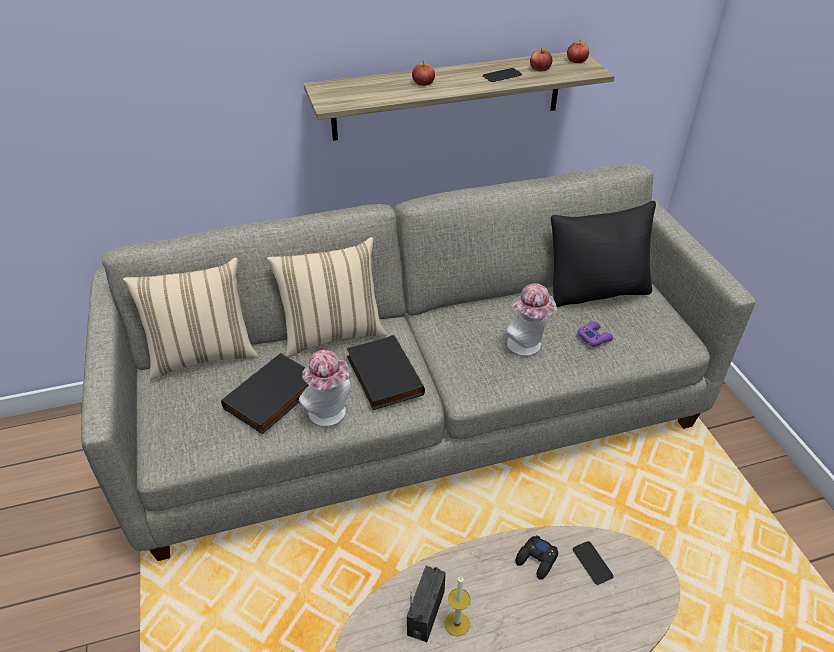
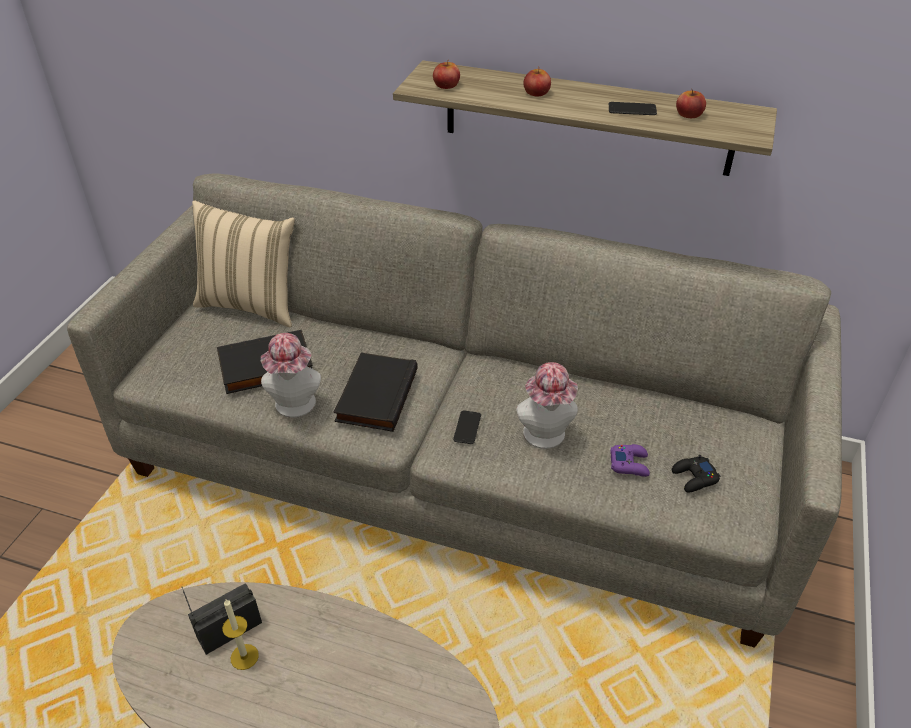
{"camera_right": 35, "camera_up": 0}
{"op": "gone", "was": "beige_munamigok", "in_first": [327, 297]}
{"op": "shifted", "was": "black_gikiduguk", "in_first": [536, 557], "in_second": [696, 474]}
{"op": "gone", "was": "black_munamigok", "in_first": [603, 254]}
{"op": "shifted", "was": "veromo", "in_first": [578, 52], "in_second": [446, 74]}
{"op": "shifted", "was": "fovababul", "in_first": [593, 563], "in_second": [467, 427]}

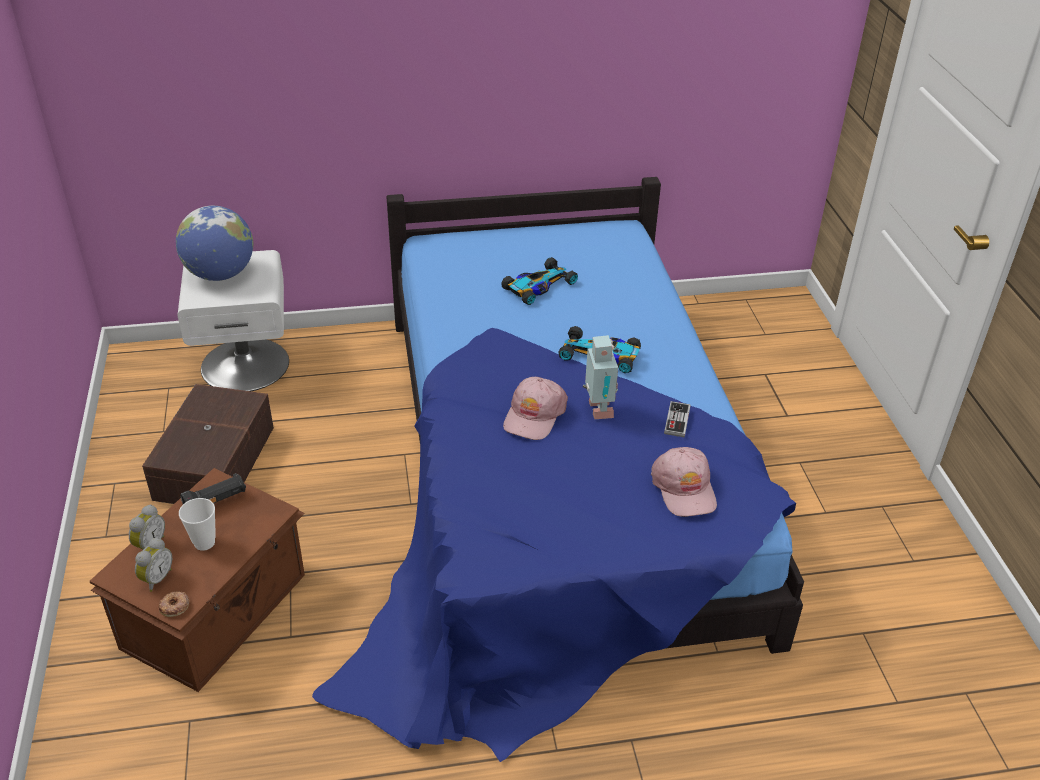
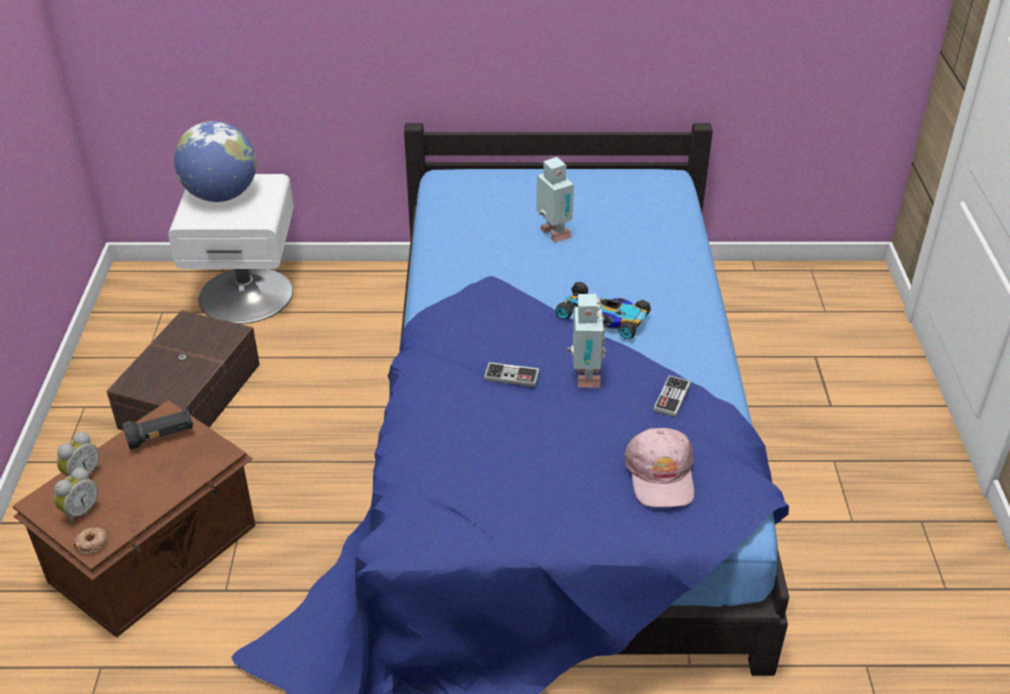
{"camera_right": 10, "camera_up": 0}
{"op": "gone", "was": "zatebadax", "in_first": [197, 524]}
{"op": "swapped", "was": "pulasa", "now": "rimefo", "in_first": [539, 281], "in_second": [555, 200]}
{"op": "swapped", "was": "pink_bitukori", "now": "gikiduguk", "in_first": [535, 408], "in_second": [512, 374]}

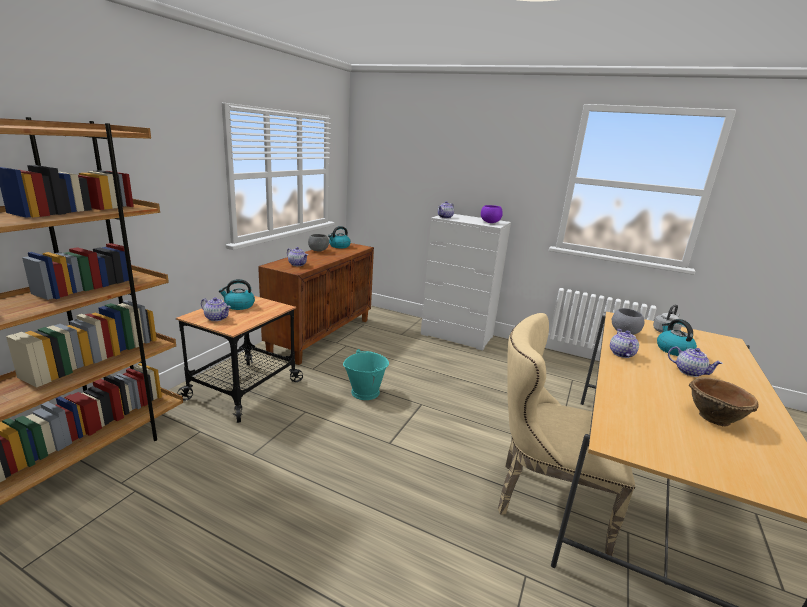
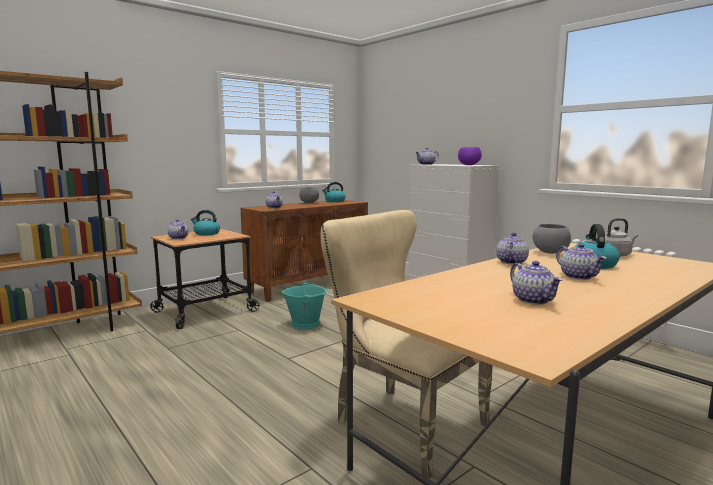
{"camera_right": 25, "camera_up": -10}
{"op": "swapped", "was": "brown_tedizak", "now": "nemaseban", "in_first": [724, 401], "in_second": [536, 283]}

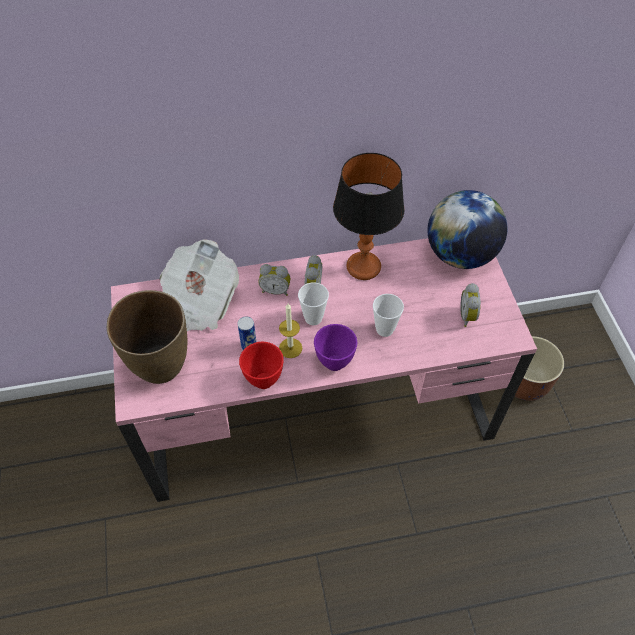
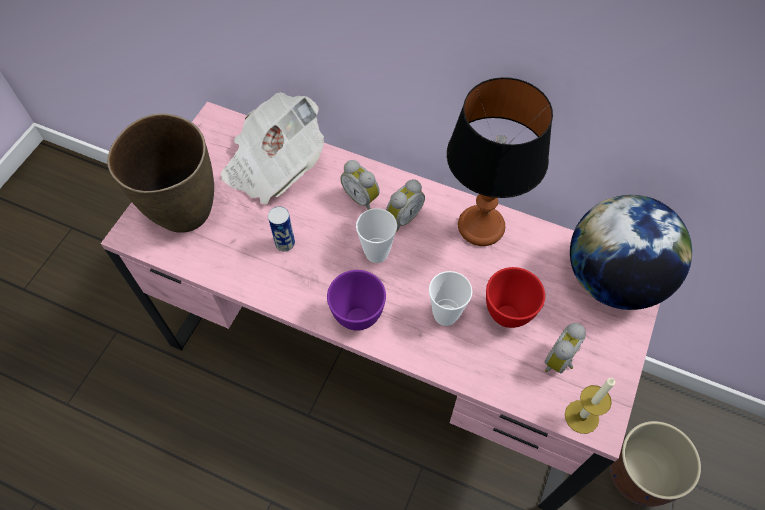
{"camera_right": 35, "camera_up": 5}
{"op": "shifted", "was": "red_tedizak", "in_first": [261, 365], "in_second": [515, 297]}
{"op": "shifted", "was": "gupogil", "in_first": [290, 331], "in_second": [590, 406]}

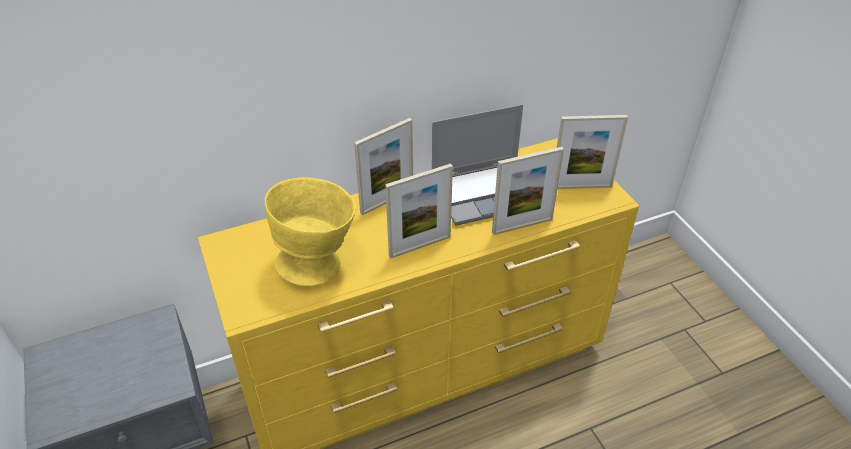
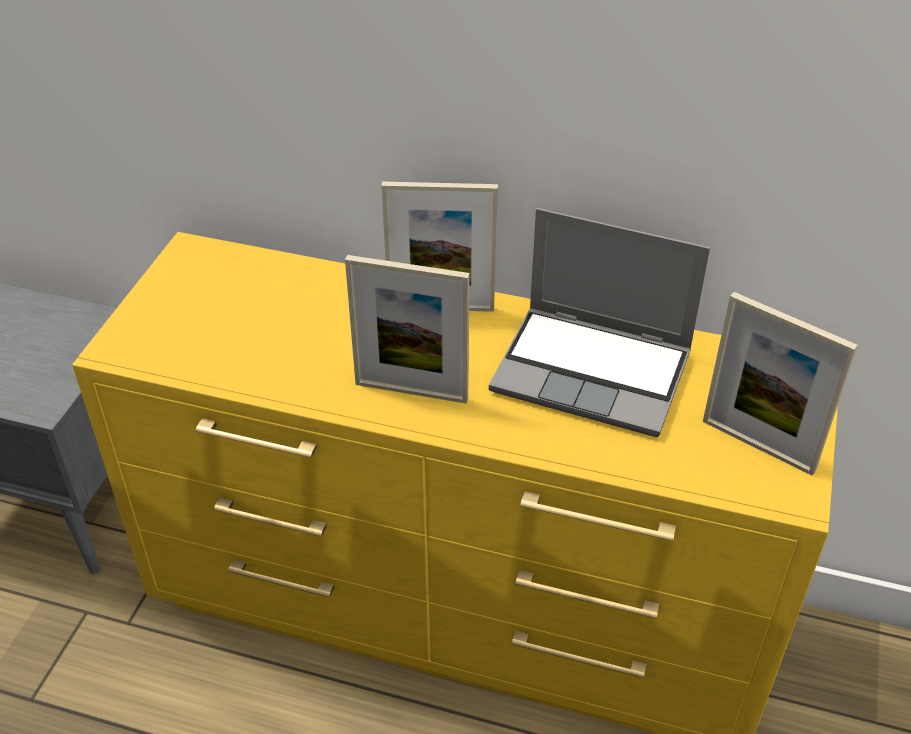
{"camera_right": 40, "camera_up": 0}
{"op": "gone", "was": "yellow_tedizak", "in_first": [310, 232]}
{"op": "gone", "was": "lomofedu", "in_first": [528, 191]}

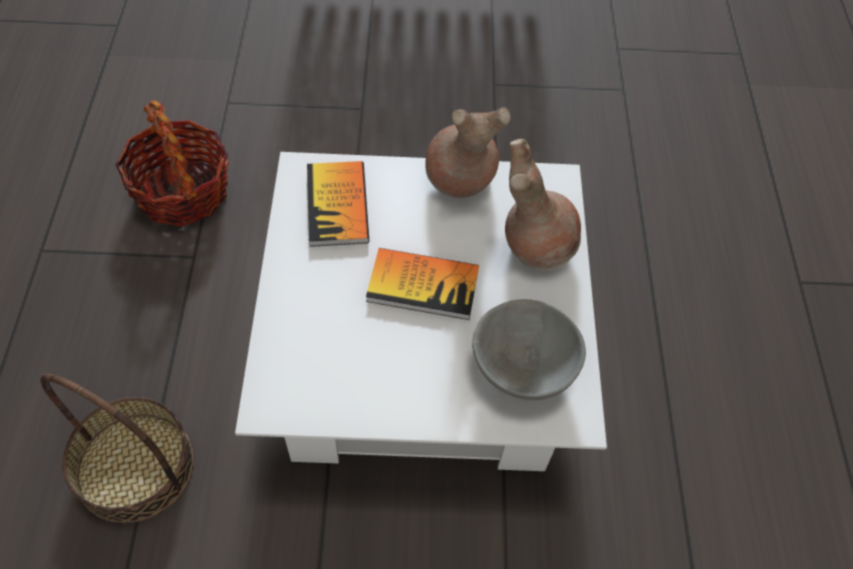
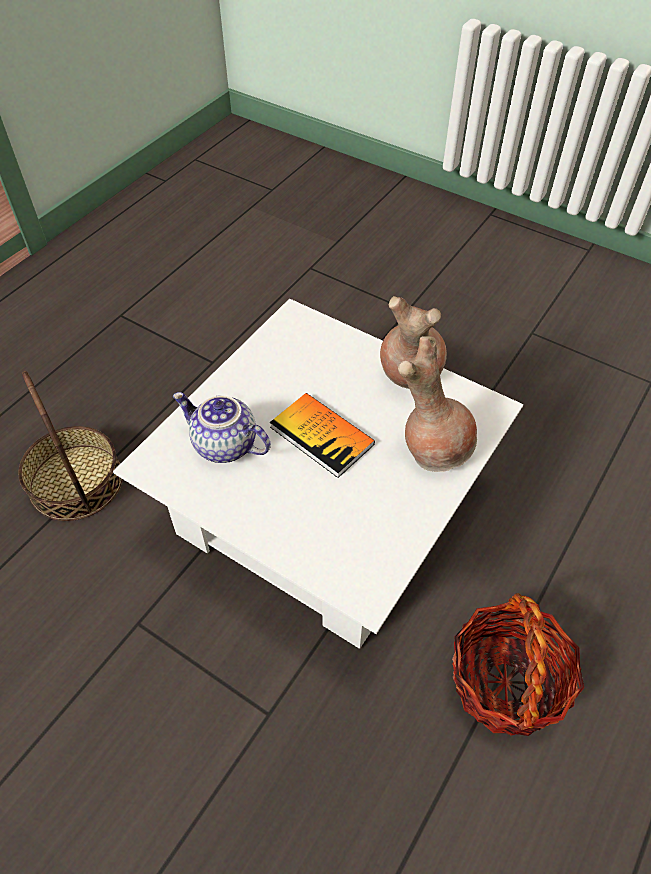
{"camera_right": 35, "camera_up": -5}
{"op": "shifted", "was": "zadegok", "in_first": [172, 163], "in_second": [518, 664]}
{"op": "gone", "was": "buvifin", "in_first": [338, 204]}
{"op": "gone", "was": "grey_tedizak", "in_first": [529, 349]}
{"op": "new", "now": "nemaseban", "in_second": [222, 427]}

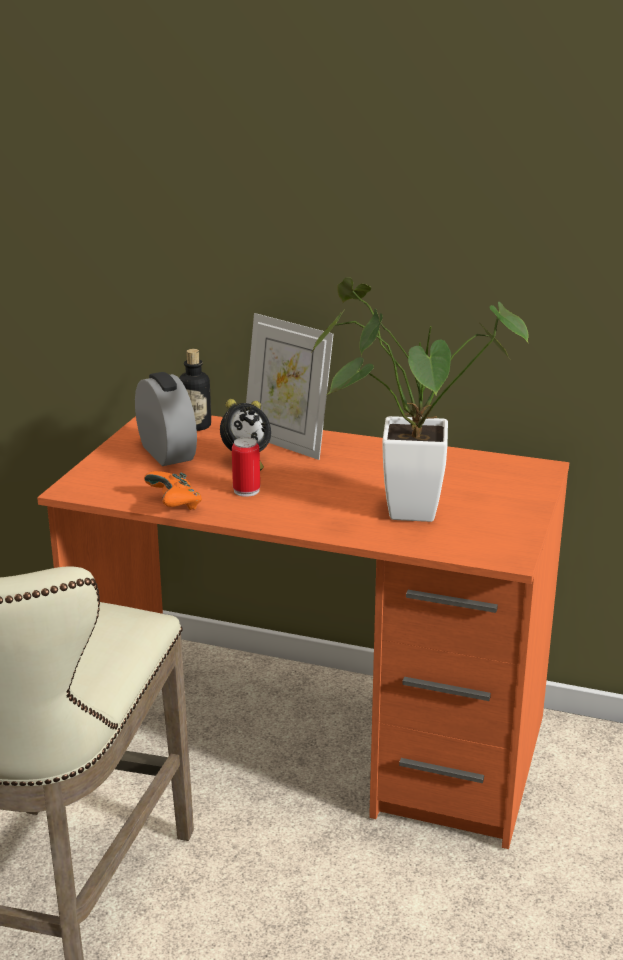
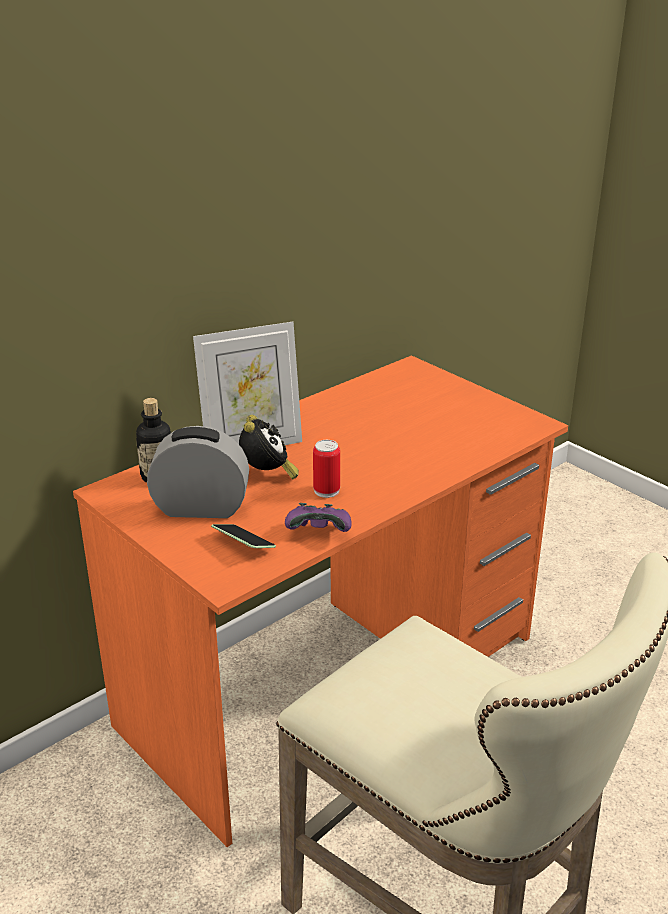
{"camera_right": -60, "camera_up": 5}
{"op": "repainted", "was": "orange_gikiduguk", "now": "purple_gikiduguk", "in_first": [173, 490], "in_second": [318, 517]}
{"op": "gone", "was": "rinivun", "in_first": [421, 399]}
{"op": "new", "now": "fovababul", "in_second": [243, 536]}

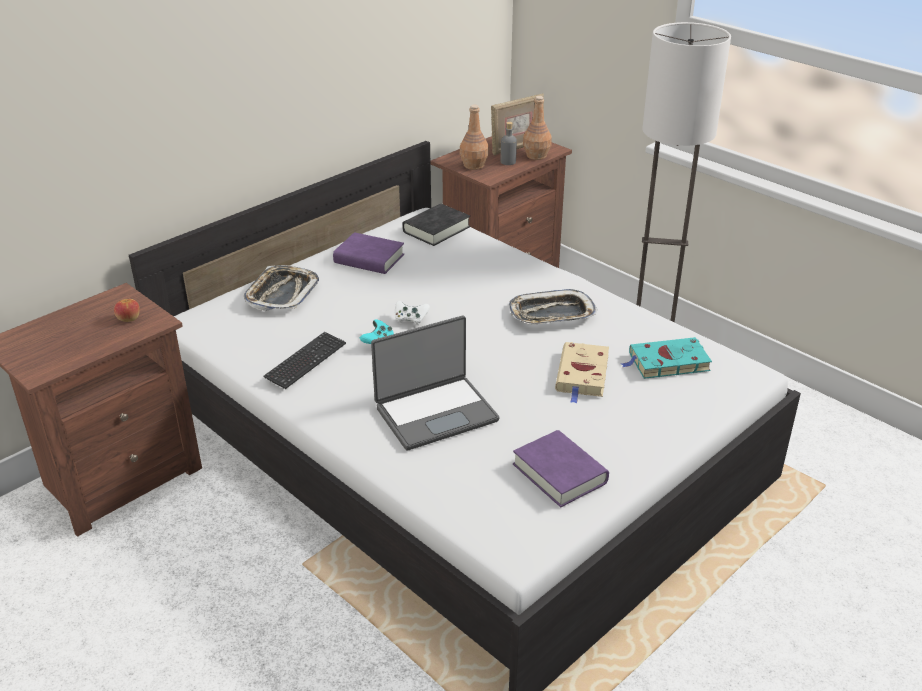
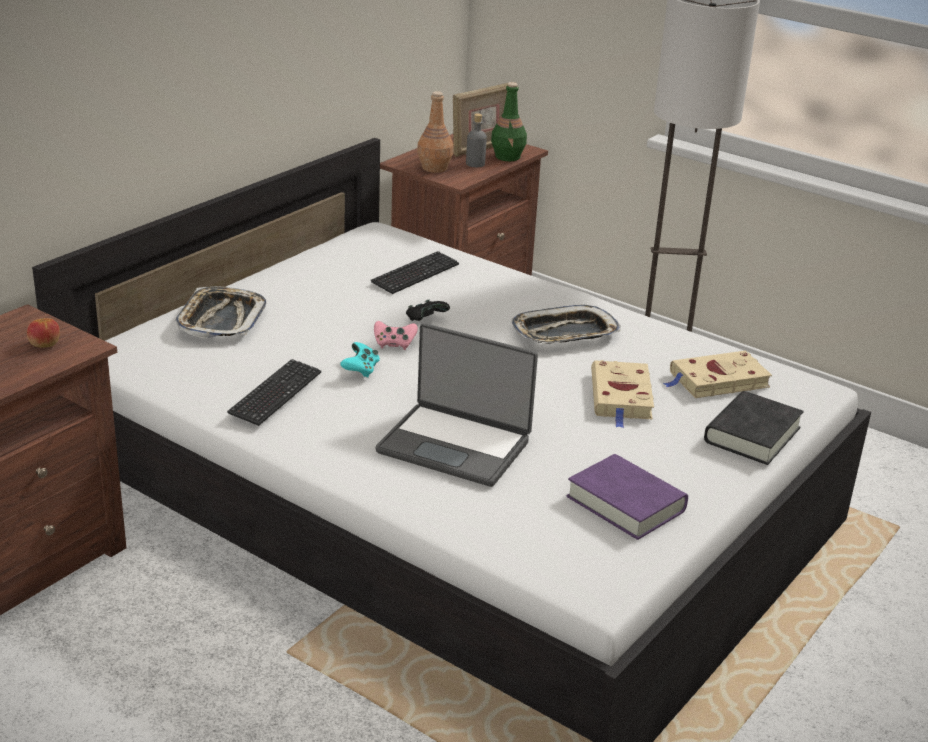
{"camera_right": -10, "camera_up": -5}
{"op": "gone", "was": "purple_buvifin", "in_first": [368, 253]}
{"op": "rotated", "was": "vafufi", "in_first": [435, 383], "in_second": [457, 405], "clockwise": 60}
{"op": "repainted", "was": "white_gikiduguk", "now": "pink_gikiduguk", "in_first": [412, 312], "in_second": [396, 335]}
{"op": "shifted", "was": "black_buvifin", "in_first": [436, 225], "in_second": [754, 428]}
{"op": "repainted", "was": "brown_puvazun", "now": "green_puvazun", "in_first": [537, 128], "in_second": [509, 121]}
{"op": "repainted", "was": "turquoise_buvifin", "now": "beige_buvifin", "in_first": [667, 358], "in_second": [717, 374]}
{"op": "new", "now": "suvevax", "in_second": [415, 272]}
{"op": "new", "now": "black_gikiduguk", "in_second": [428, 310]}

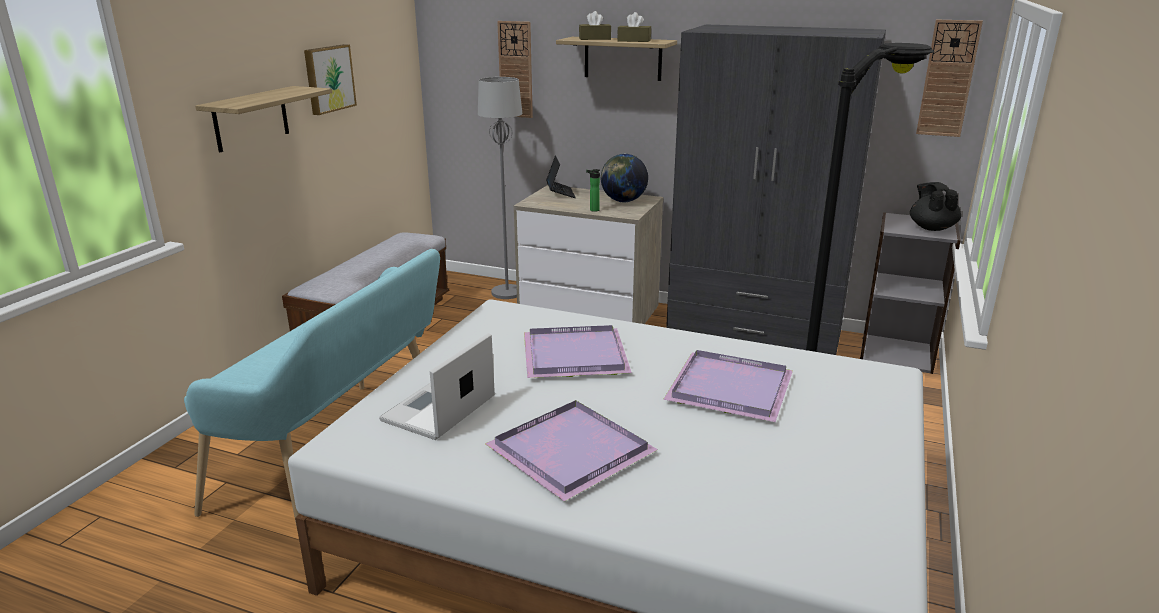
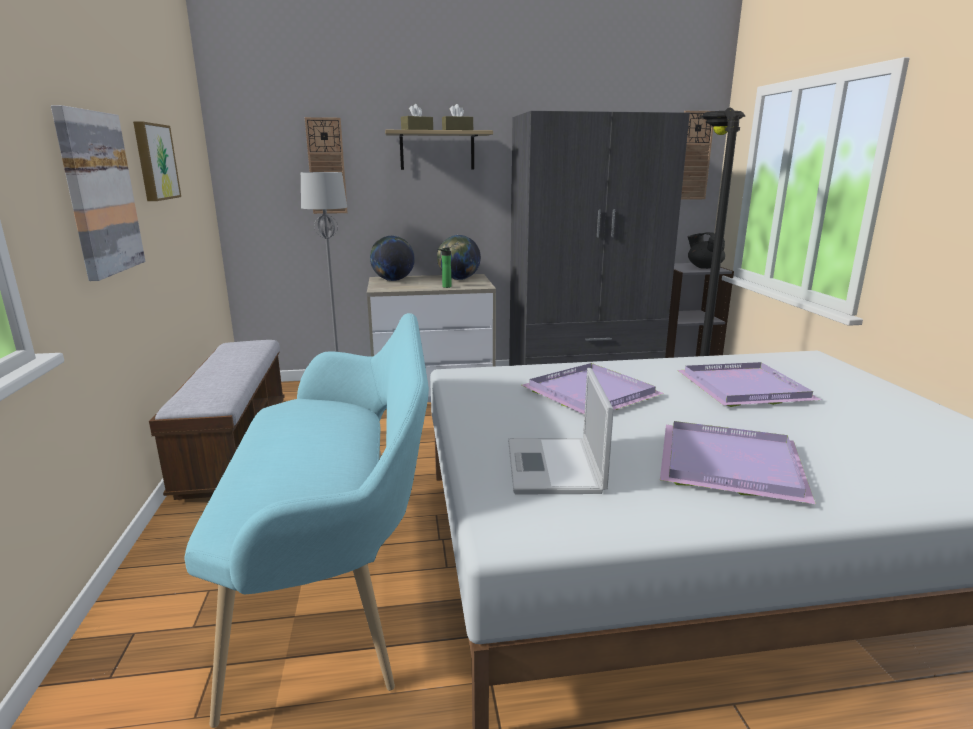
{"camera_right": -30, "camera_up": -5}
{"op": "swapped", "was": "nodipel", "now": "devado", "in_first": [263, 119], "in_second": [98, 193]}
{"op": "swapped", "was": "vafufi", "now": "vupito", "in_first": [561, 176], "in_second": [392, 258]}

